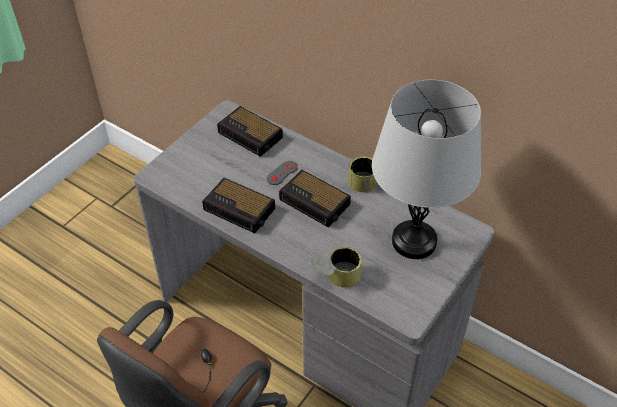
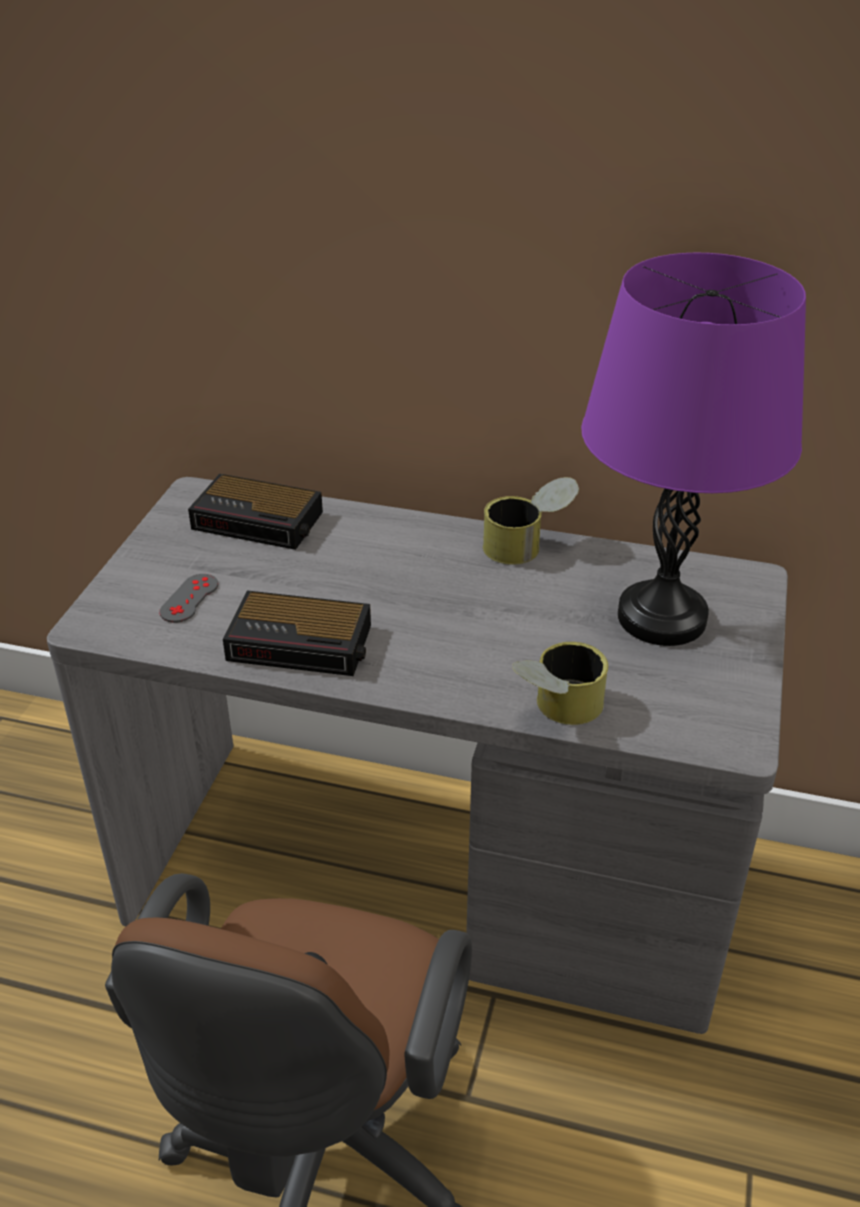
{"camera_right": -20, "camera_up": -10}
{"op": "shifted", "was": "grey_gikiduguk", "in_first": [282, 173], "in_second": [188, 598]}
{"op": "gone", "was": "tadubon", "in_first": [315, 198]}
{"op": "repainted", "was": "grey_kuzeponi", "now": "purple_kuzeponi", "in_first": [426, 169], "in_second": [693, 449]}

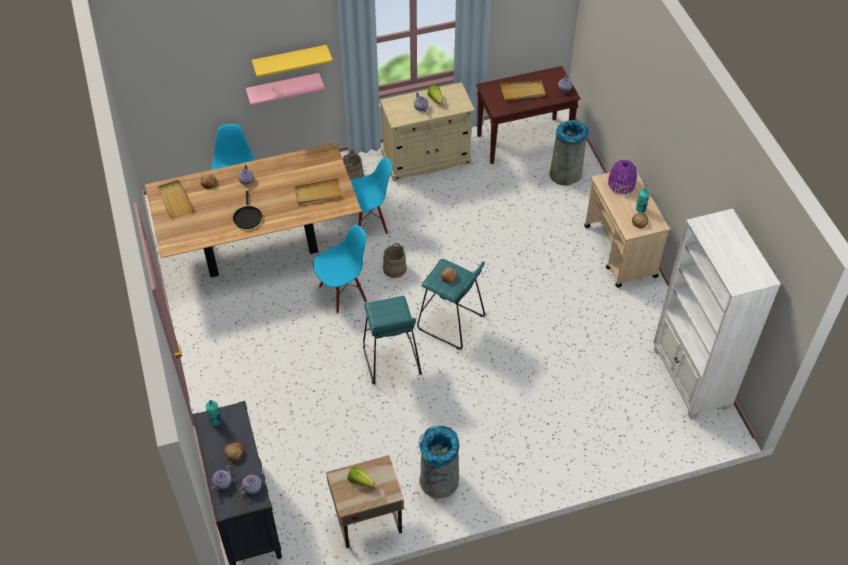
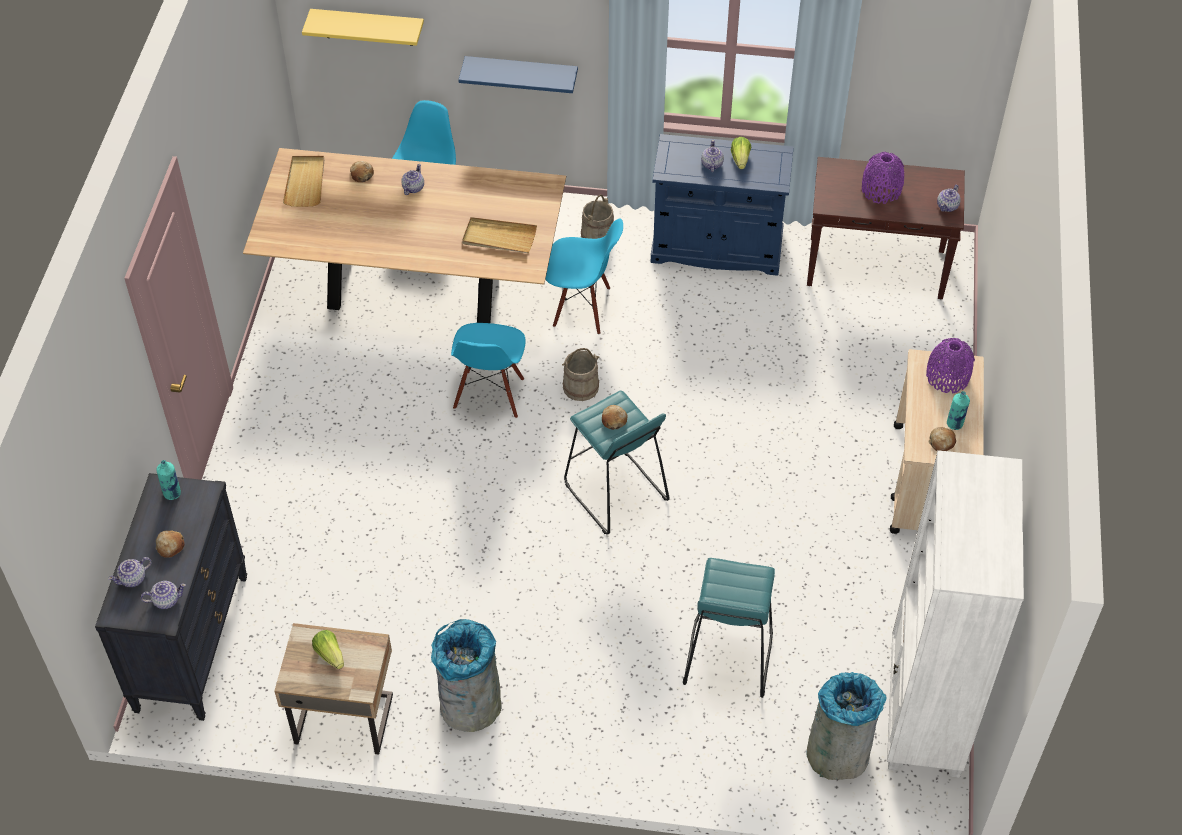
{"camera_right": 25, "camera_up": 0}
{"op": "gone", "was": "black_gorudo", "in_first": [247, 210]}
{"op": "repainted", "was": "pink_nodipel", "now": "blue_nodipel", "in_first": [285, 89], "in_second": [518, 74]}
{"op": "shifted", "was": "yellow_nodipel", "in_first": [292, 61], "in_second": [363, 27]}
{"op": "rotated", "was": "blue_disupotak", "in_first": [340, 269], "in_second": [488, 370], "clockwise": 105}
{"op": "shifted", "was": "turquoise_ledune", "in_first": [392, 340], "in_second": [729, 628]}
{"op": "repainted", "was": "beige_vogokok", "now": "blue_vogokok", "in_first": [427, 132], "in_second": [722, 205]}
{"op": "swapped", "was": "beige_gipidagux", "now": "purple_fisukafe", "in_first": [523, 90], "in_second": [883, 178]}
{"op": "shifted", "was": "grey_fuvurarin", "in_first": [569, 153], "in_second": [846, 726]}

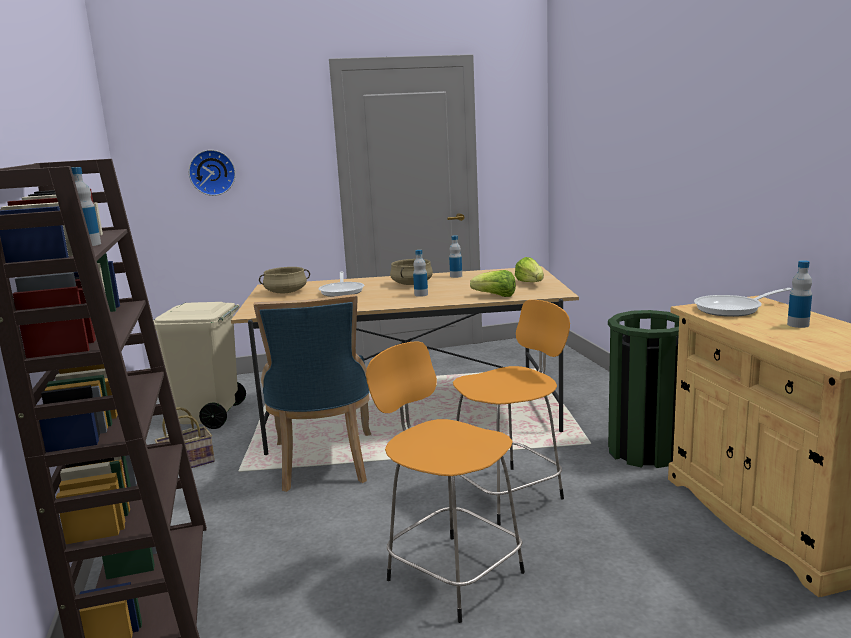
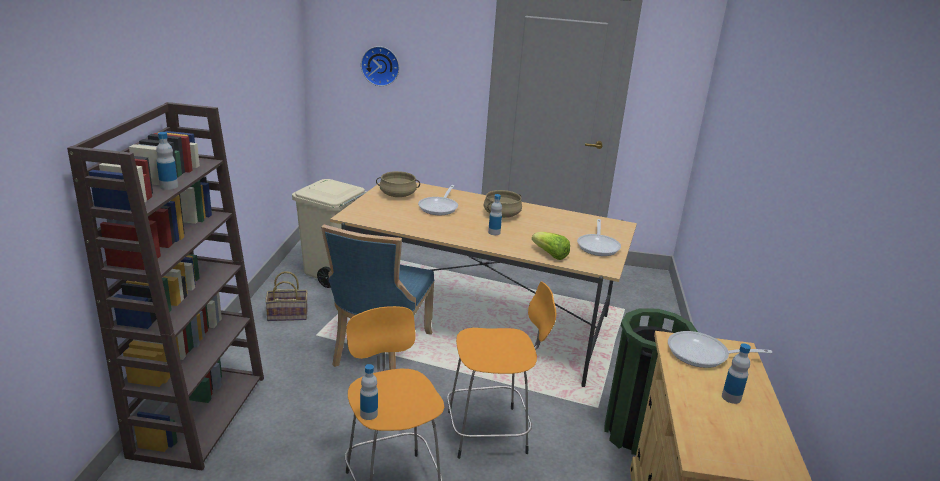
{"camera_right": 20, "camera_up": 10}
{"op": "shifted", "was": "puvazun", "in_first": [455, 256], "in_second": [369, 392]}
{"op": "swapped", "was": "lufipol", "now": "gorudo", "in_first": [529, 269], "in_second": [599, 237]}

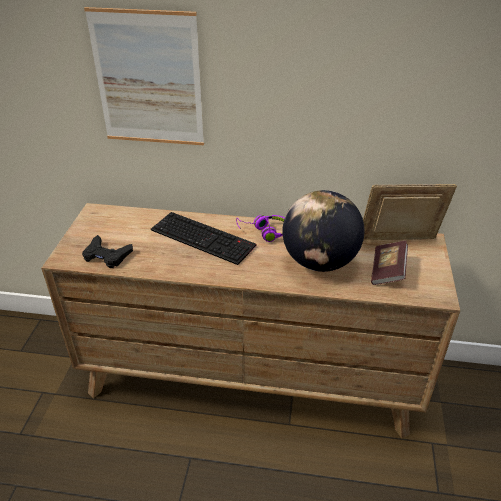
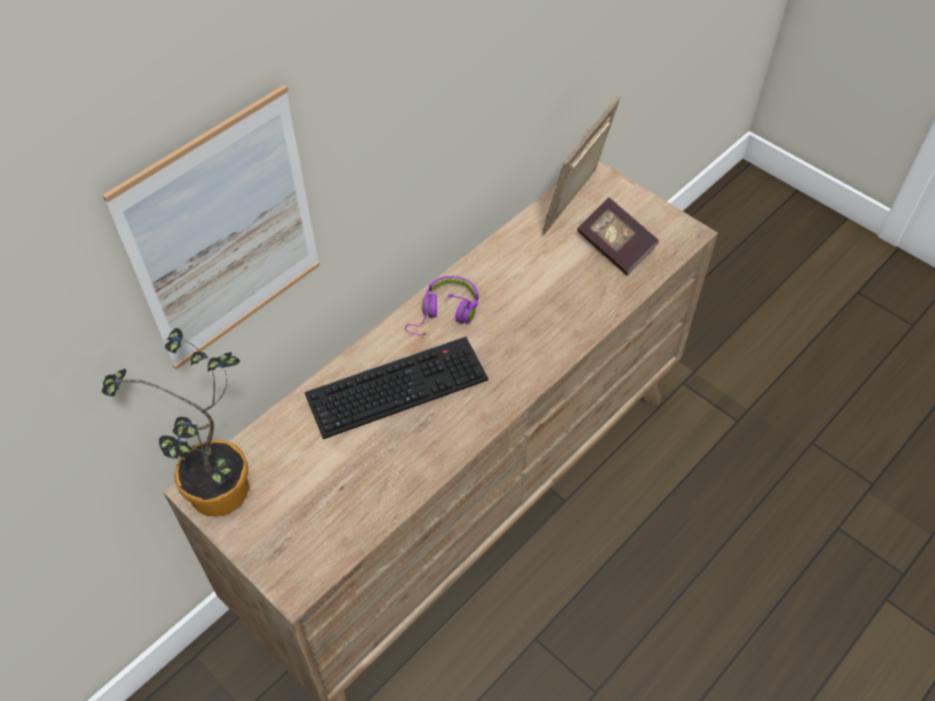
{"camera_right": -55, "camera_up": 15}
{"op": "gone", "was": "black_gikiduguk", "in_first": [107, 251]}
{"op": "gone", "was": "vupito", "in_first": [323, 231]}
{"op": "new", "now": "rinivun", "in_second": [175, 422]}

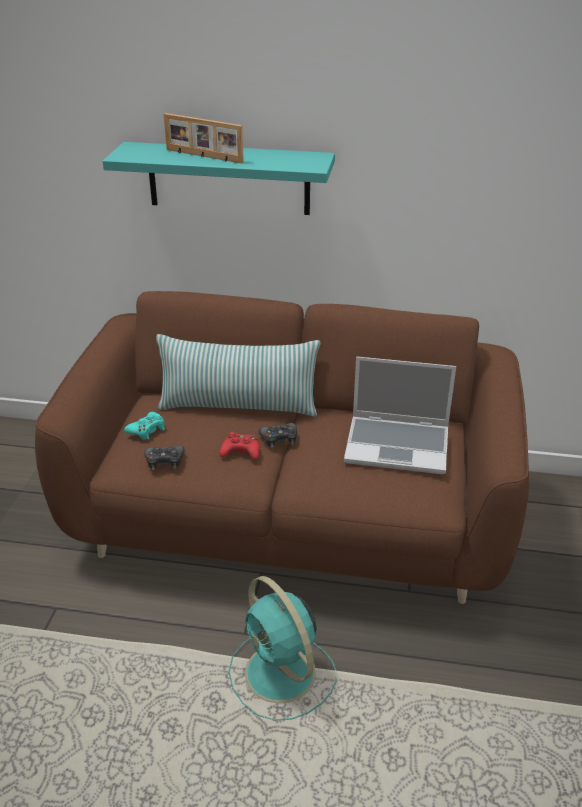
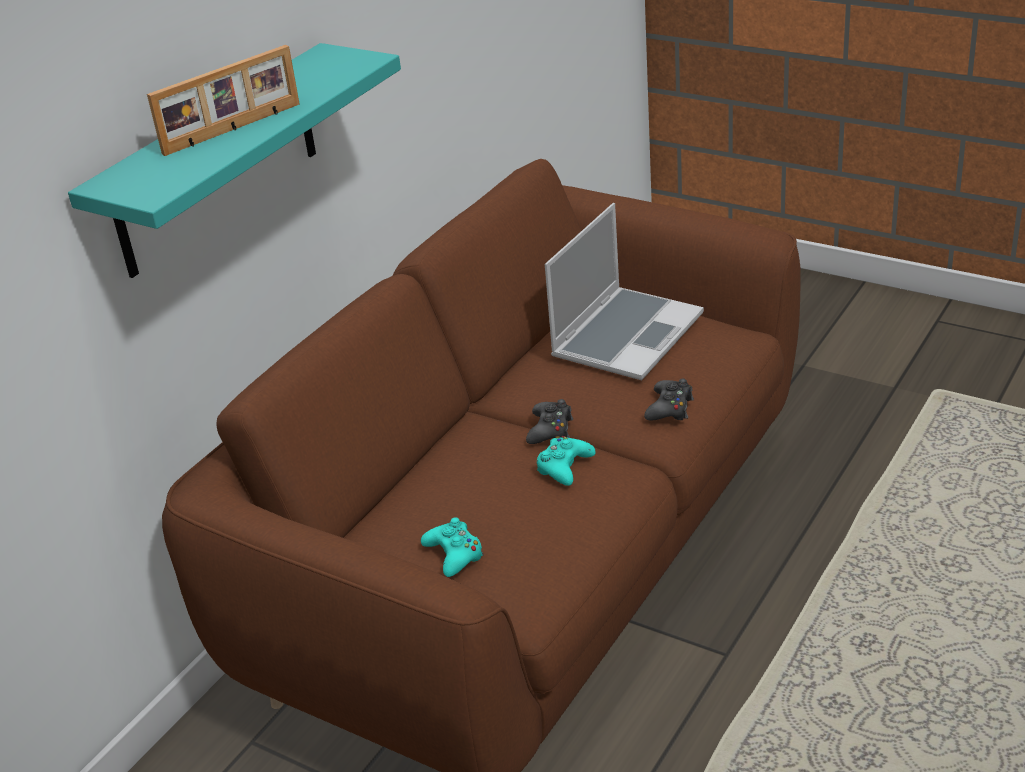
{"camera_right": -65, "camera_up": 0}
{"op": "shifted", "was": "black_gikiduguk", "in_first": [164, 458], "in_second": [669, 400]}
{"op": "gone", "was": "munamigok", "in_first": [238, 375]}
{"op": "repainted", "was": "red_gikiduguk", "now": "turquoise_gikiduguk", "in_first": [240, 446], "in_second": [566, 461]}
{"op": "gone", "was": "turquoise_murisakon", "in_first": [282, 648]}

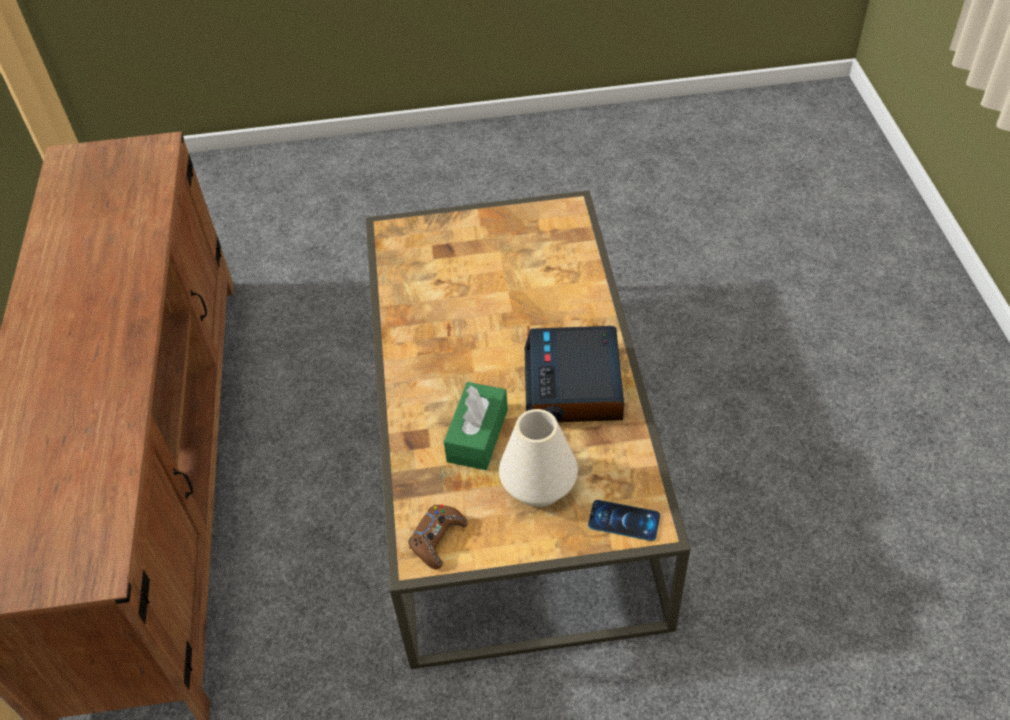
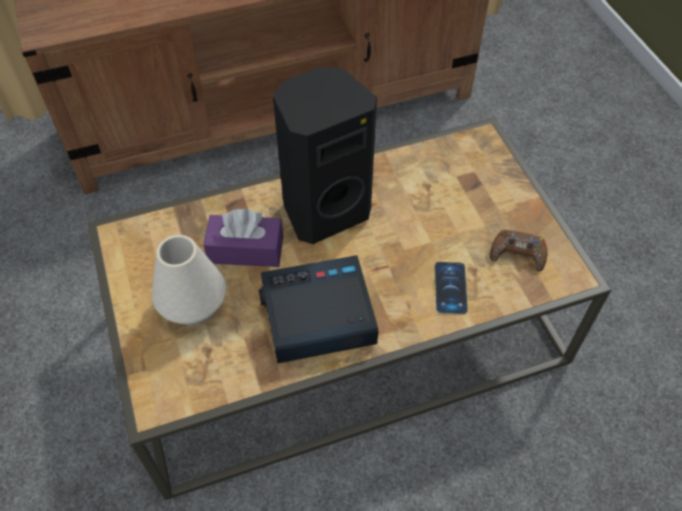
{"camera_right": 75, "camera_up": 5}
{"op": "shifted", "was": "brown_gikiduguk", "in_first": [438, 536], "in_second": [519, 250]}
{"op": "repainted", "was": "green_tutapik", "now": "purple_tutapik", "in_first": [476, 426], "in_second": [243, 238]}
{"op": "shifted", "was": "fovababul", "in_first": [624, 520], "in_second": [451, 288]}
{"op": "new", "now": "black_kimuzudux", "in_second": [325, 155]}

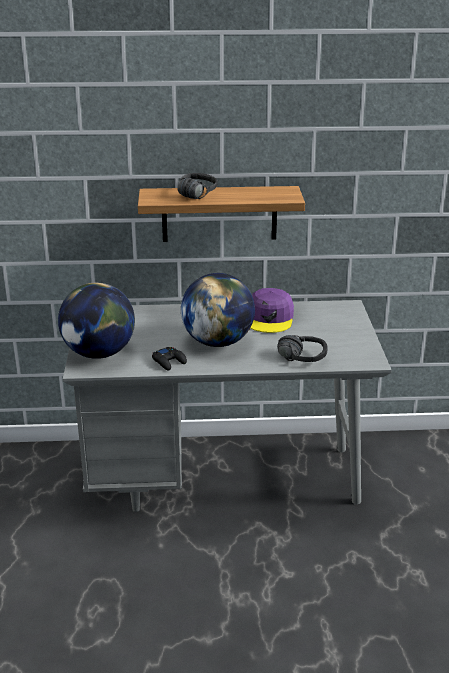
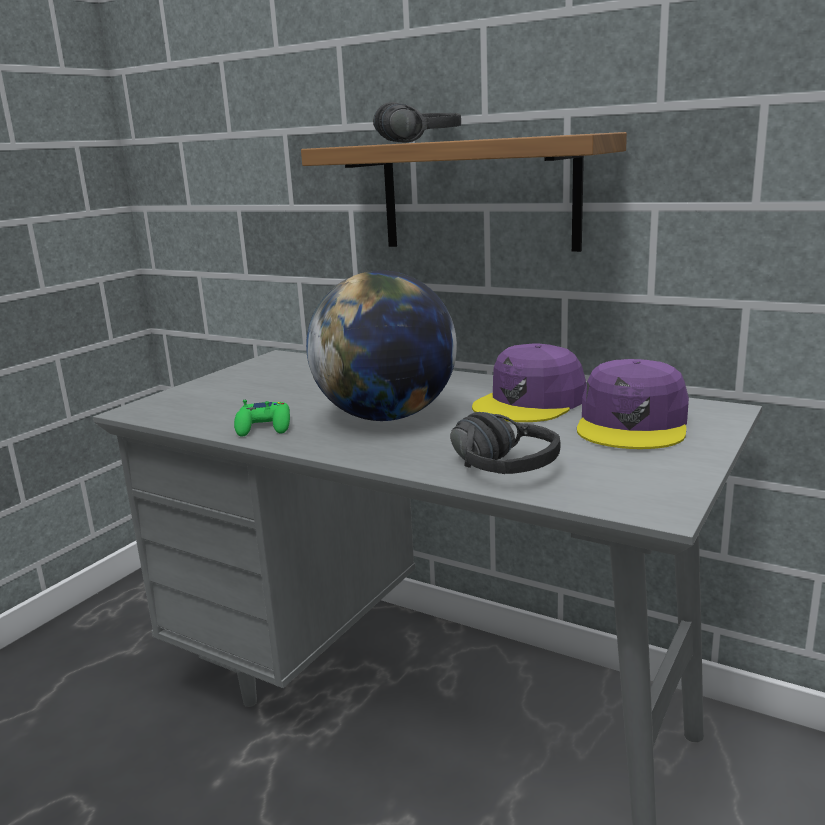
{"camera_right": 35, "camera_up": -10}
{"op": "gone", "was": "vupito", "in_first": [96, 321]}
{"op": "repainted", "was": "black_gikiduguk", "now": "green_gikiduguk", "in_first": [169, 359], "in_second": [262, 418]}
{"op": "new", "now": "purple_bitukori", "in_second": [633, 404]}

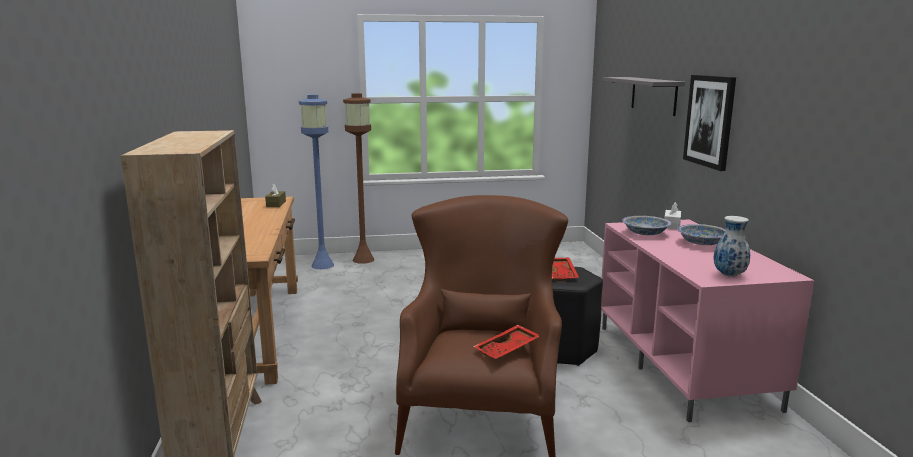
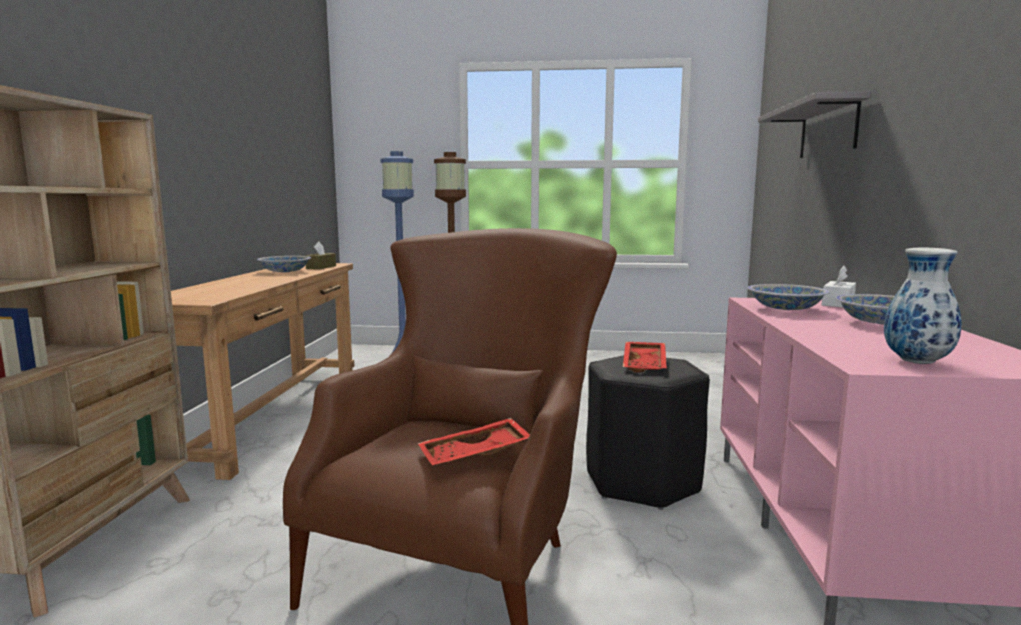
{"camera_right": 15, "camera_up": -5}
{"op": "gone", "was": "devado", "in_first": [709, 123]}
{"op": "new", "now": "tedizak", "in_second": [284, 264]}

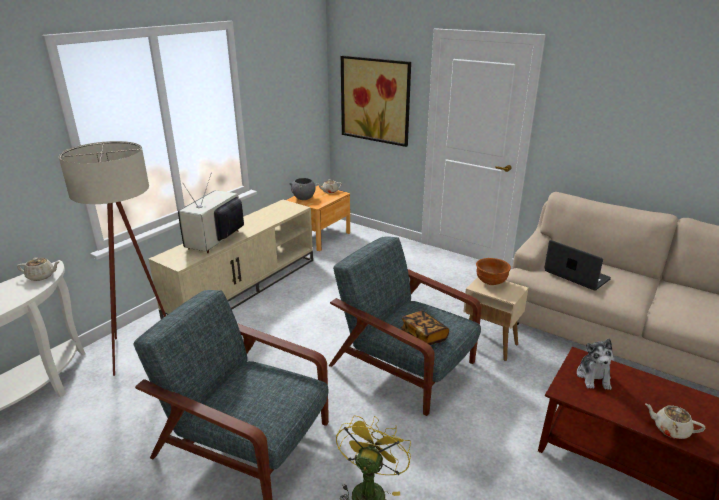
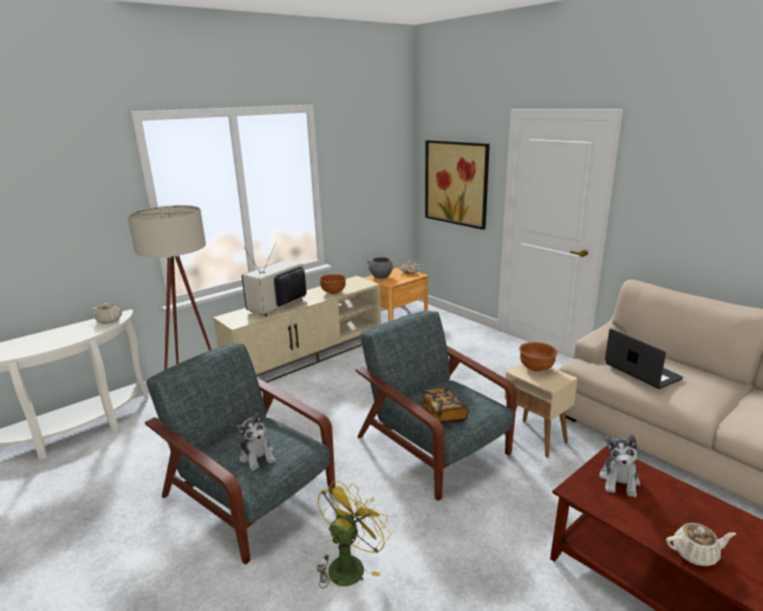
{"camera_right": 15, "camera_up": -5}
{"op": "rotated", "was": "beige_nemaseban", "in_first": [675, 421], "in_second": [701, 544], "clockwise": 135}
{"op": "new", "now": "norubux", "in_second": [256, 441]}
{"op": "new", "now": "brown_tedizak", "in_second": [332, 284]}

